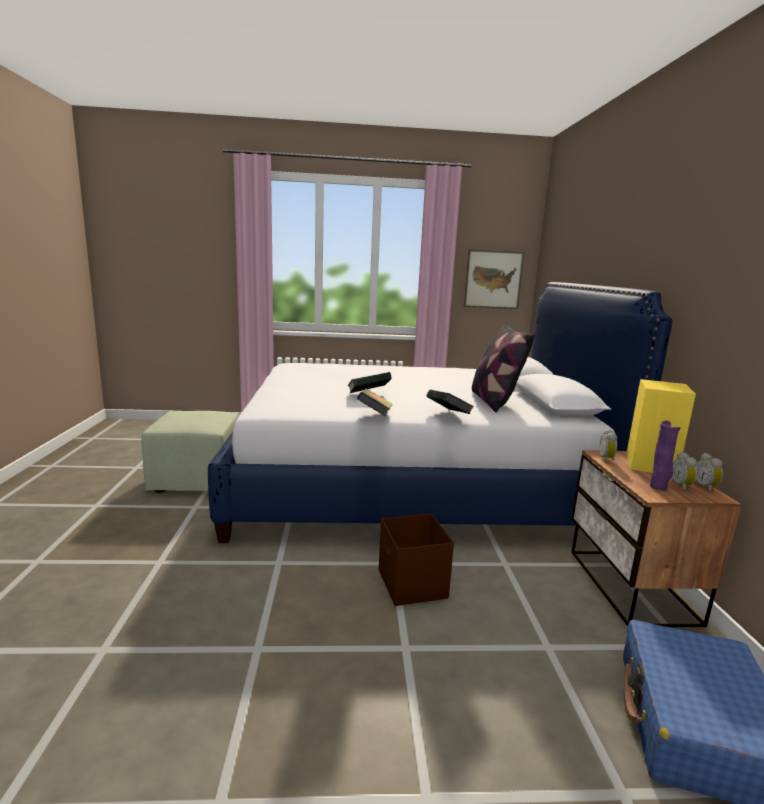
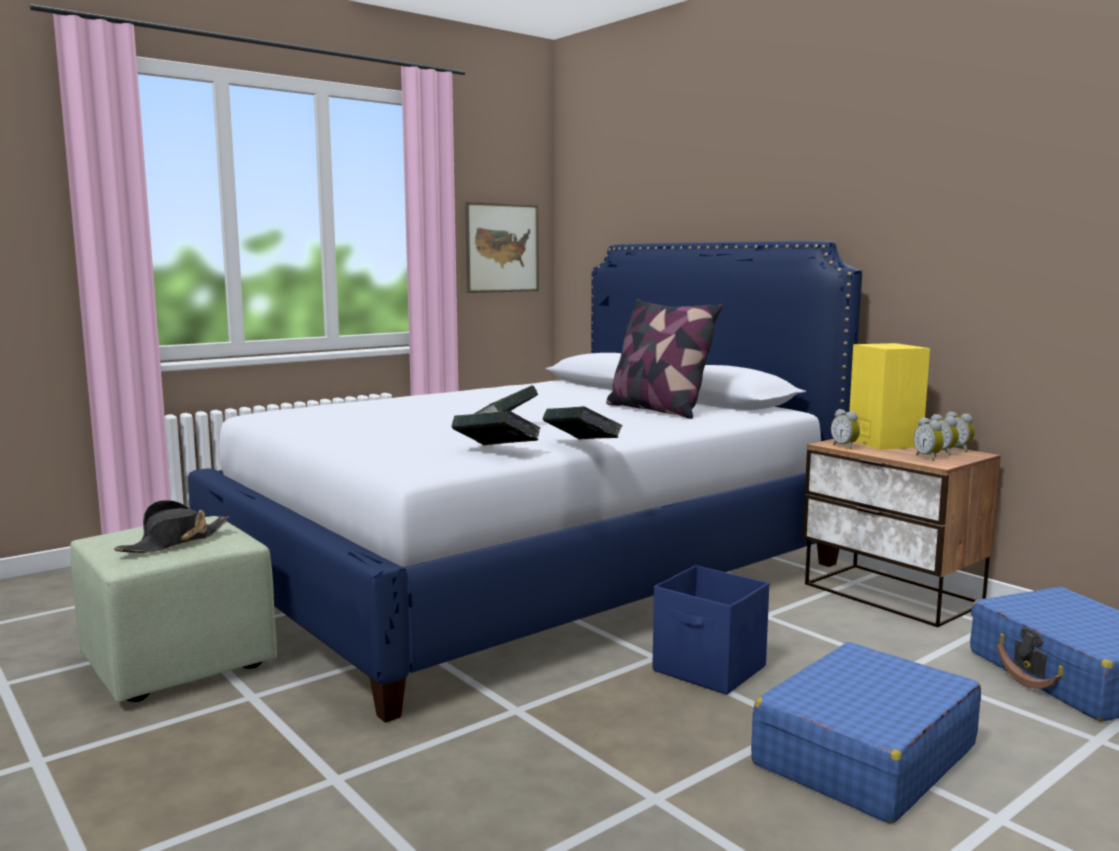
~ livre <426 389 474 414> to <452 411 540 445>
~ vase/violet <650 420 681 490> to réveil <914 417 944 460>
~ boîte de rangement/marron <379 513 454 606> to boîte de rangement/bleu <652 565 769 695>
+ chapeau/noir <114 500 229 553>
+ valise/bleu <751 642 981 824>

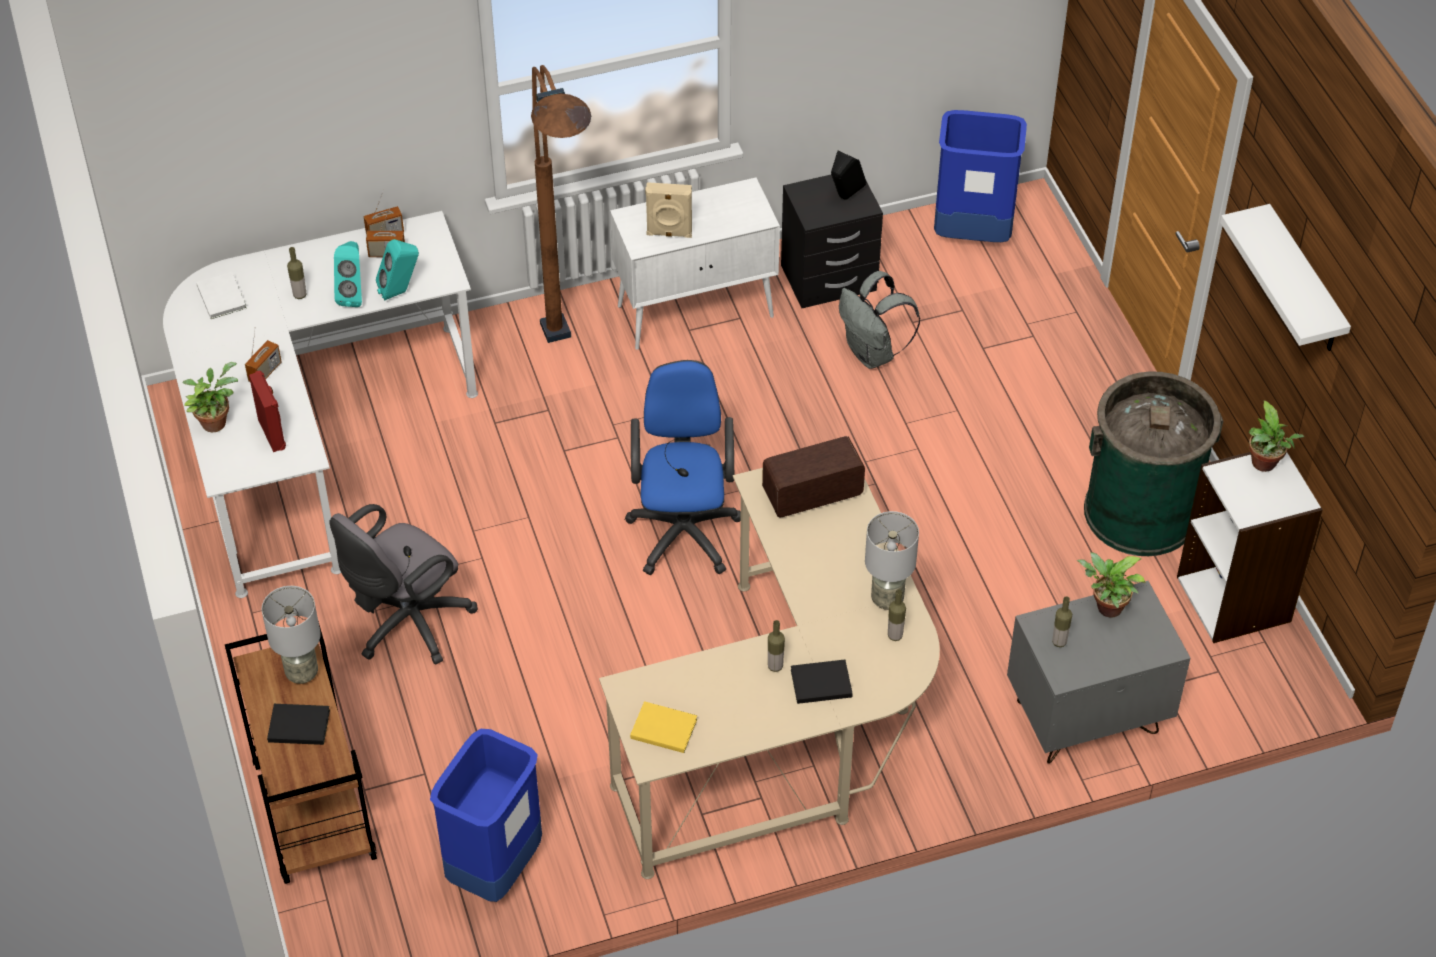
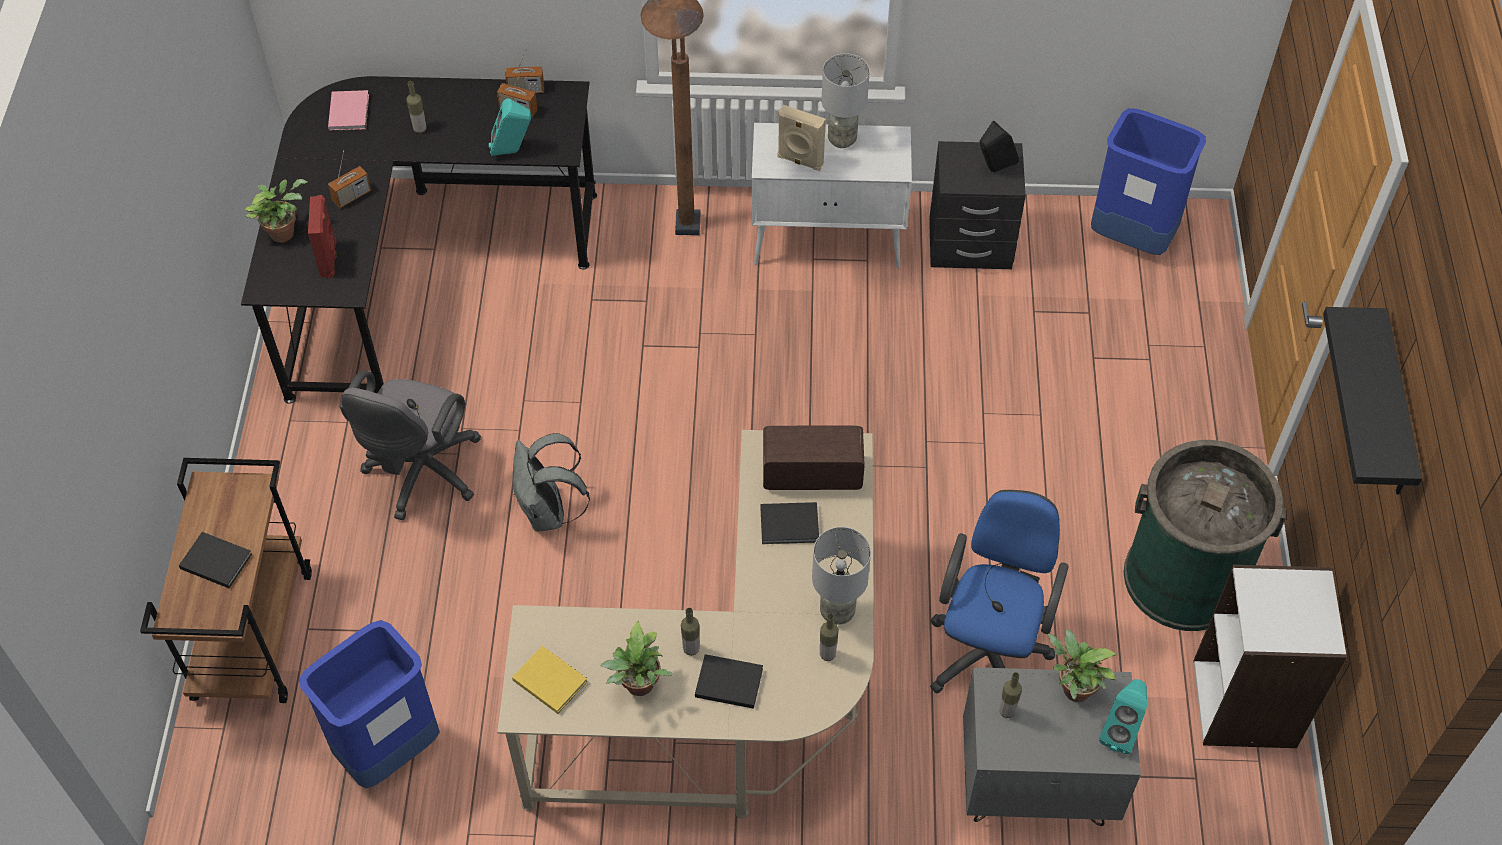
~ étagère/blanc <1220 204 1351 351> to étagère/noir <1323 307 1422 495>
~ bureau/blanc <163 211 478 598> to bureau/noir <241 76 597 404>
~ enceinte/turquoise <334 241 362 307> to <1099 679 1147 754>
~ sac à dos/gris <839 271 920 369> to <512 433 590 531>
~ livre/blanc <196 272 247 319> to livre/rose <328 90 369 131>
~ chaise de bureau/bleu <625 360 741 575> to <930 490 1069 693>
~ plante en pot <1249 400 1304 472> to <601 621 673 696>
~ chaise de bureau/gris <329 504 478 665> = <339 371 481 520> 45 degrees counterclockwise
~ lampe de table/gris <262 586 321 684> to <821 53 870 148>
+ livre/noir <760 502 819 544>

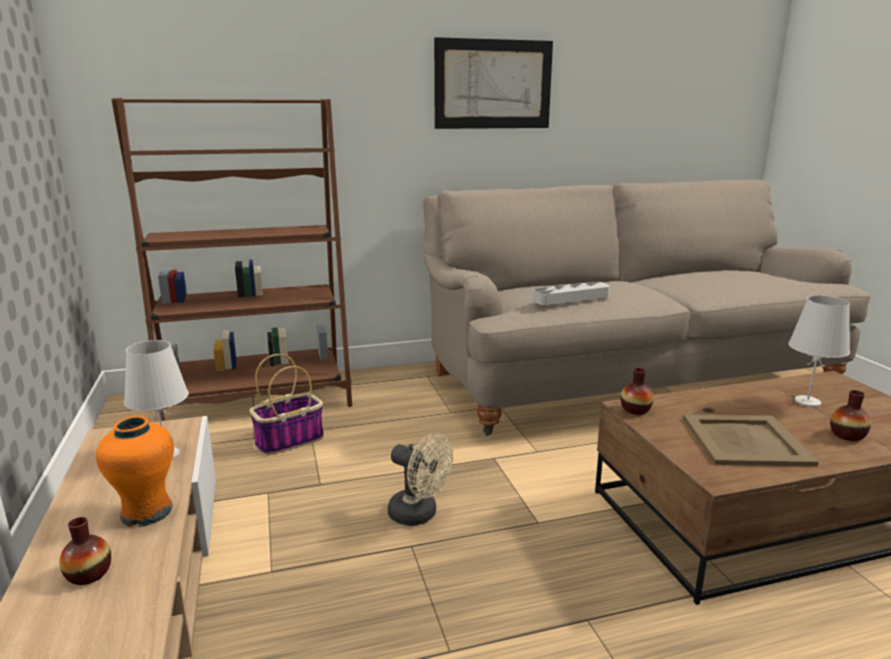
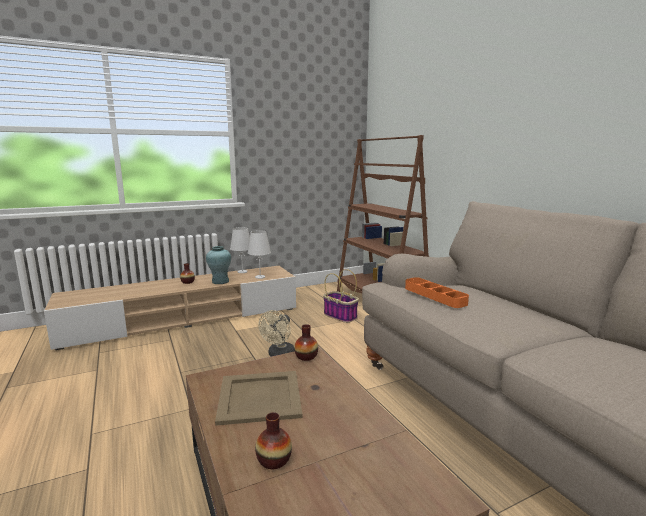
- tableau <434 37 553 129>
~ plateau/gris <532 282 610 305> to plateau/orange <405 277 469 308>
~ lampe de table/blanc <788 295 850 407> to <230 227 250 273>
~ vase/orange <96 416 174 527> to vase/turquoise <206 246 231 284>

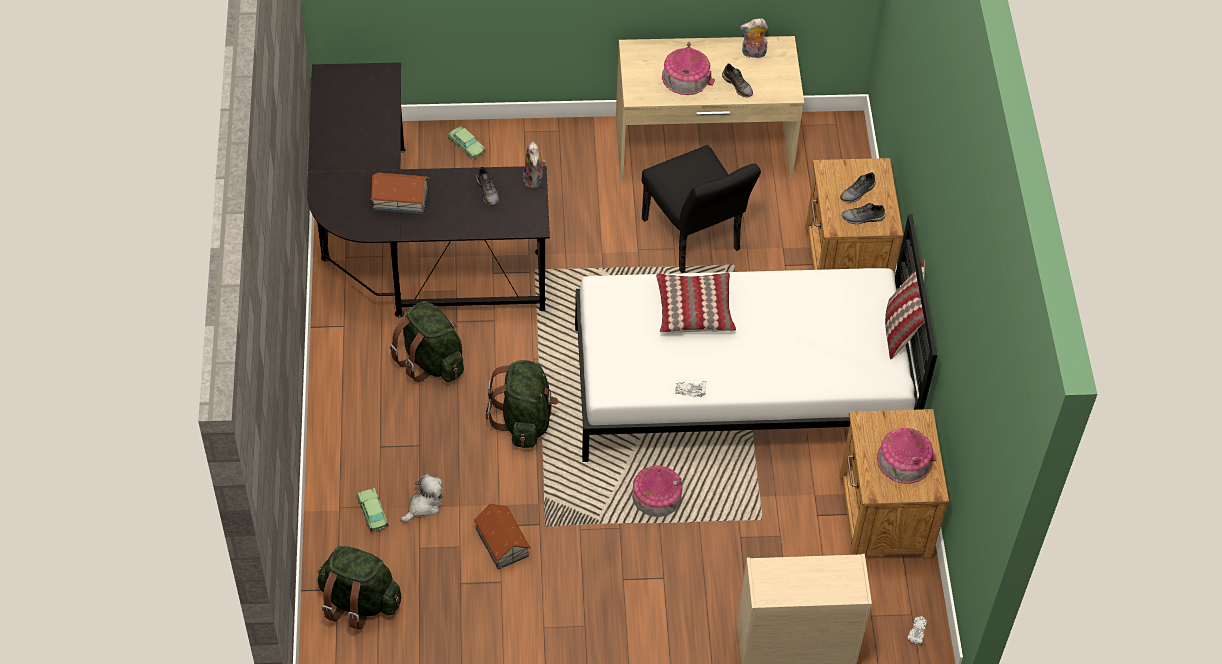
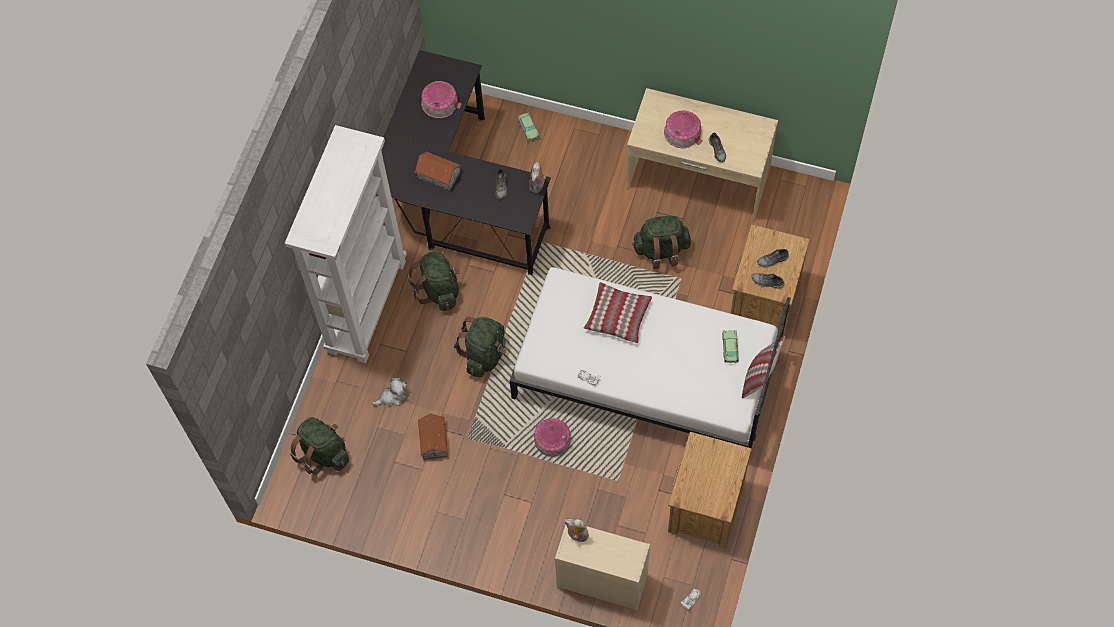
~ peluche <740 18 768 58> to <564 518 589 542>
~ chaise/noir <642 145 761 273> to sac à dos/vert <632 215 691 269>
~ maison miniature <877 428 937 484> to <421 81 462 118>
~ petite voiture <357 487 389 532> to <722 330 739 363>
+ bibliothèque/blanc <285 125 407 363>

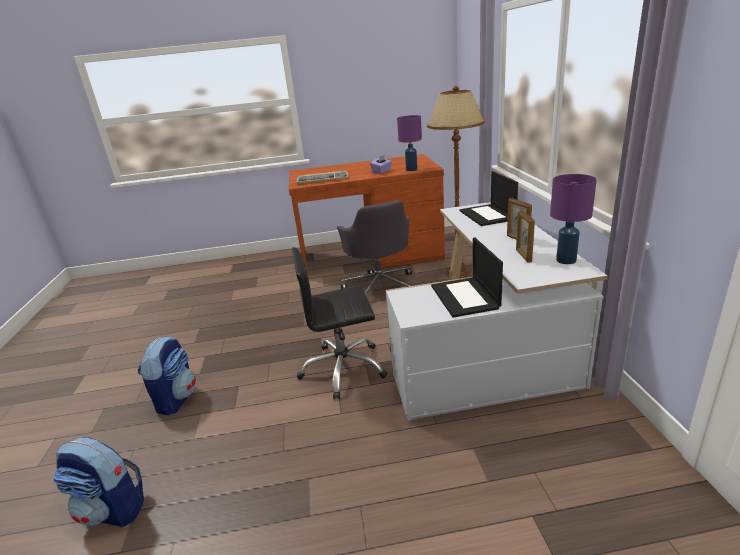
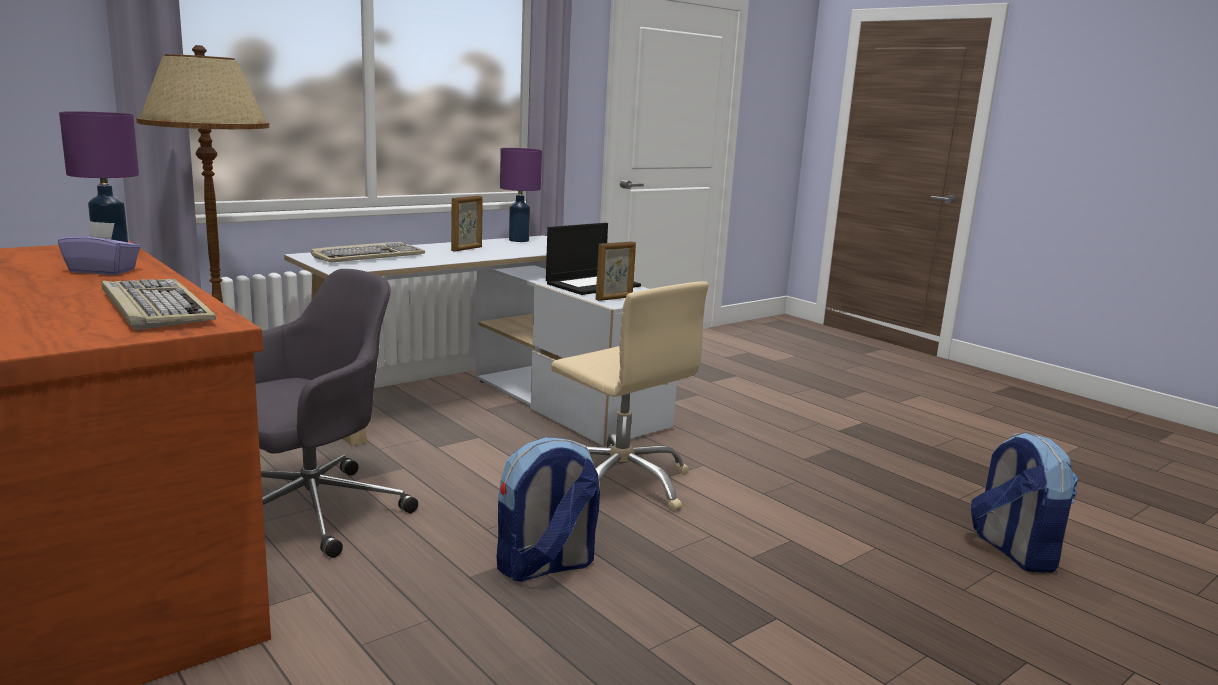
~ ordinateur portable <460 171 518 226> to clavier <311 242 425 263>
~ cadre photo <516 210 535 263> to <596 241 636 301>
~ chaise de bureau/noir <292 247 387 399> to chaise de bureau/beige <551 281 709 512>
~ sac à dos <138 336 196 416> to <496 437 600 582>

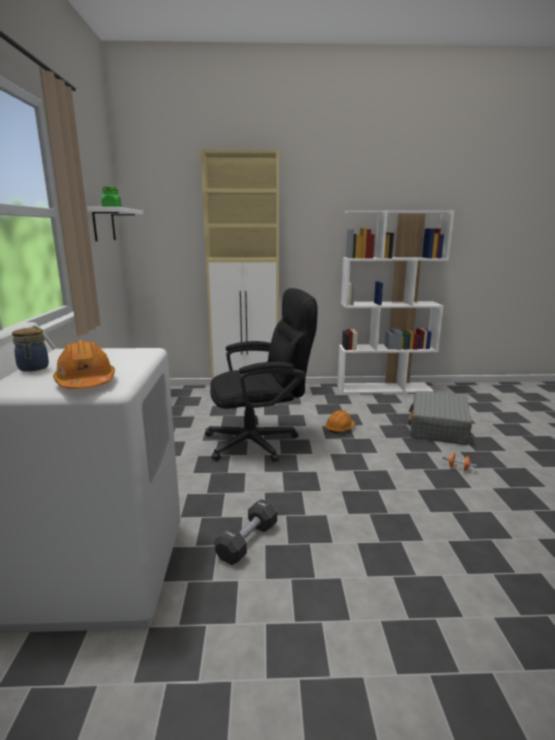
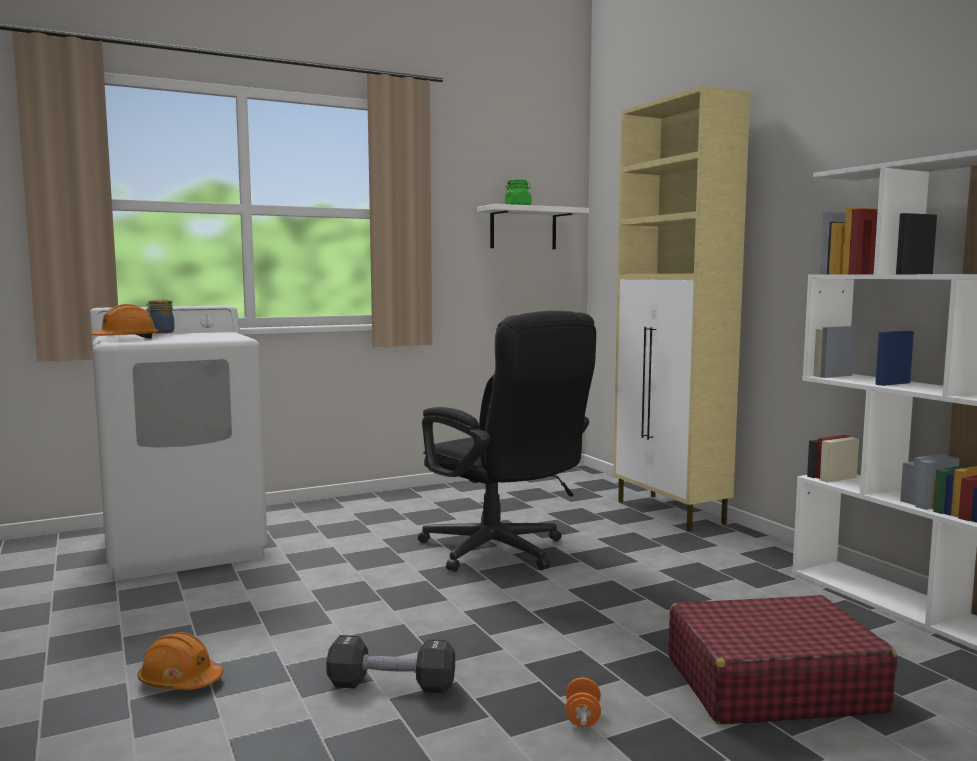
~ valise/gris <408 391 472 445> to valise/rouge <668 595 897 724>
~ casque de chantier/orange <325 410 355 433> to <138 632 223 690>
~ haltère/noir <214 499 277 565> to <326 635 455 693>

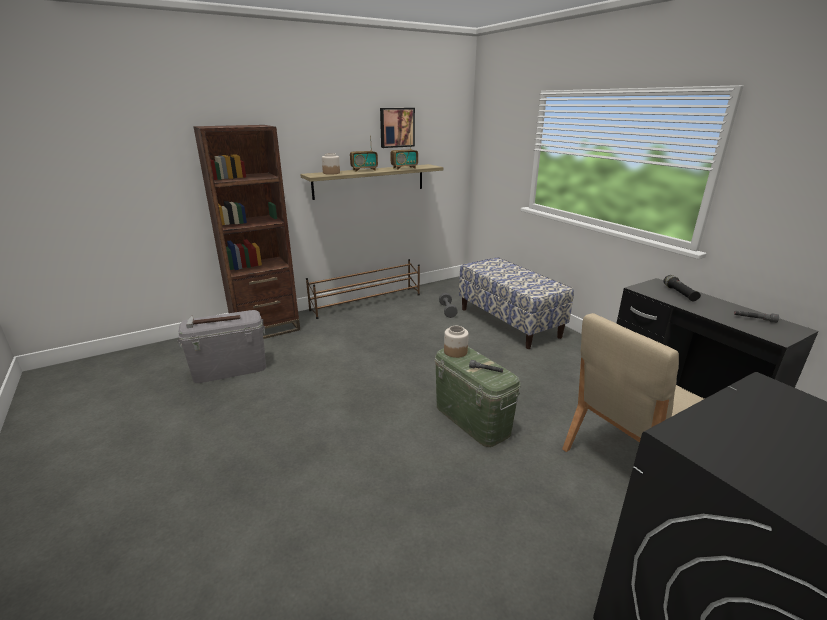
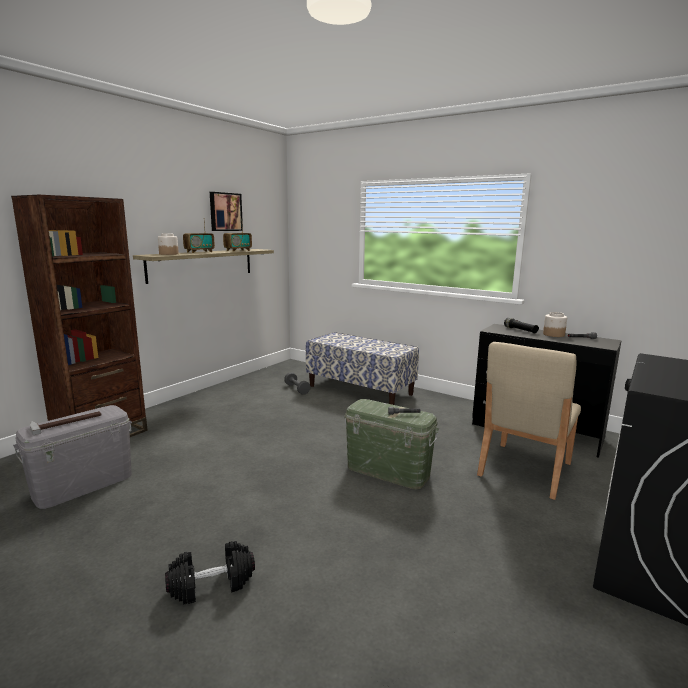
- étagère à chaussures/marron <306 259 420 319>
~ bocal <444 326 469 358> to <543 312 567 337>
+ haltère/noir <165 541 255 605>

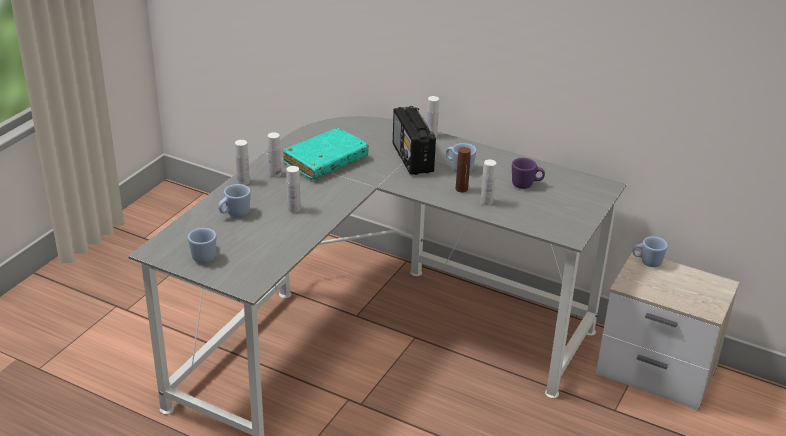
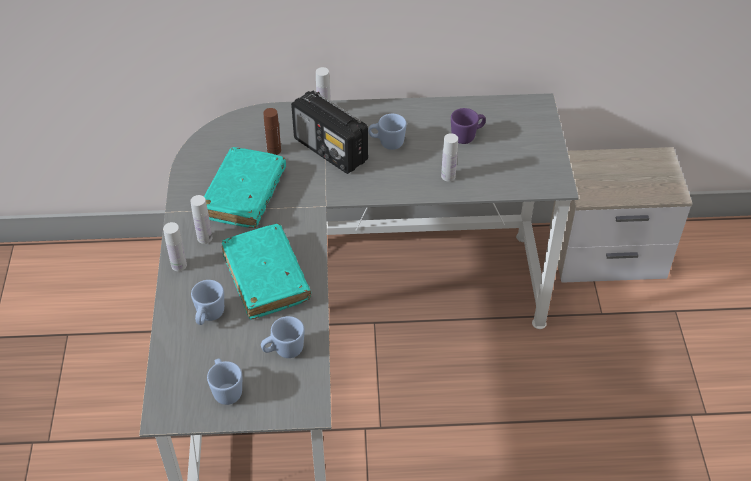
~ bouteille/marron <456 147 471 193> to <263 108 281 155>
~ bouteille/blanc <286 166 301 213> to livre/turquoise <222 224 311 319>
~ mug/bleu <633 237 668 267> to <261 316 305 358>

